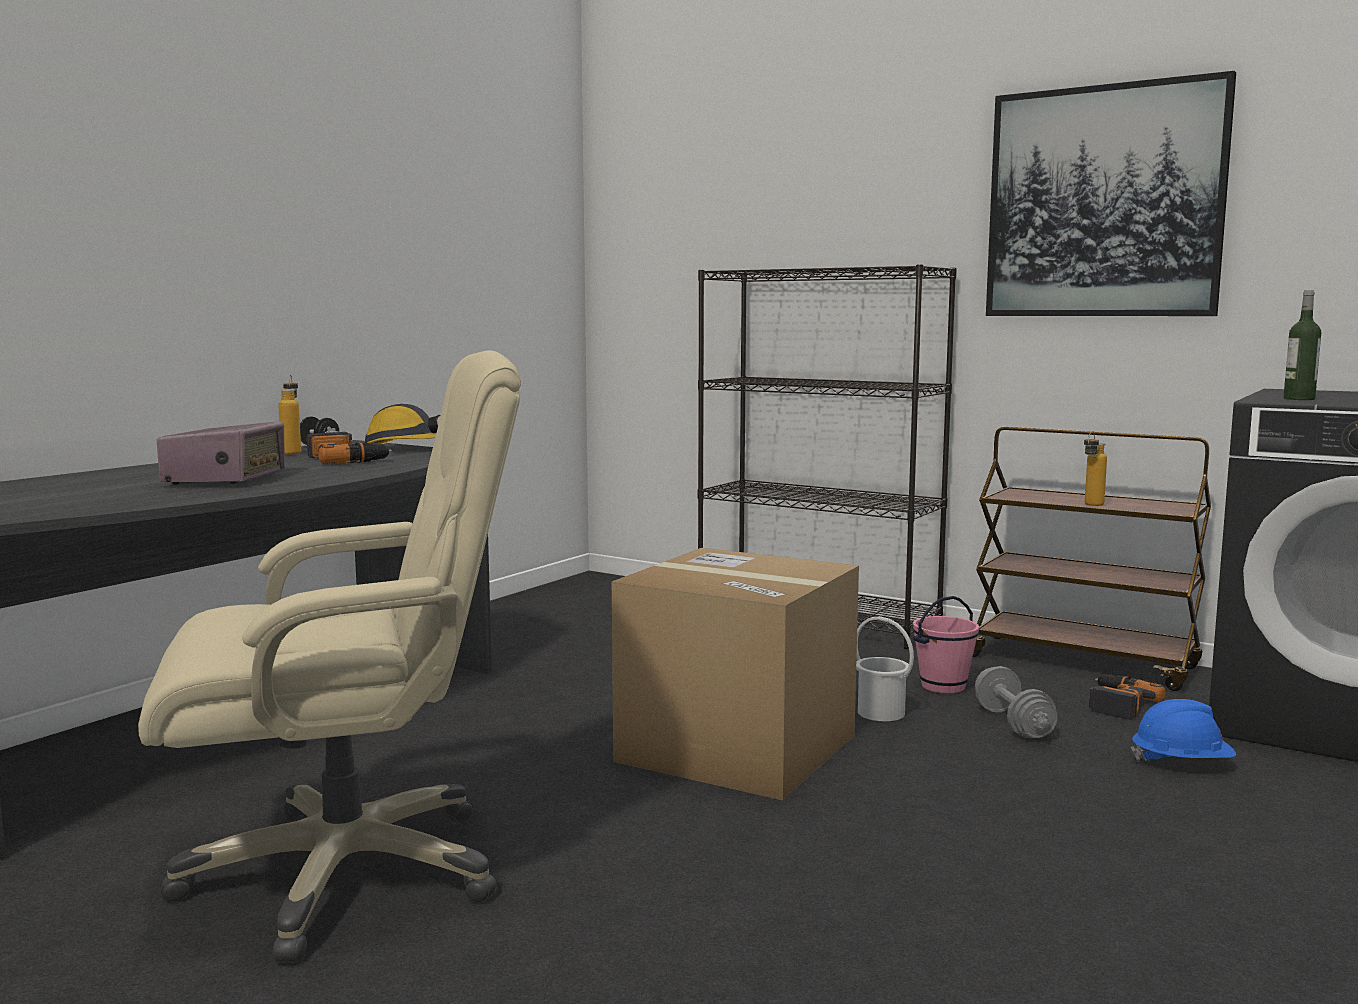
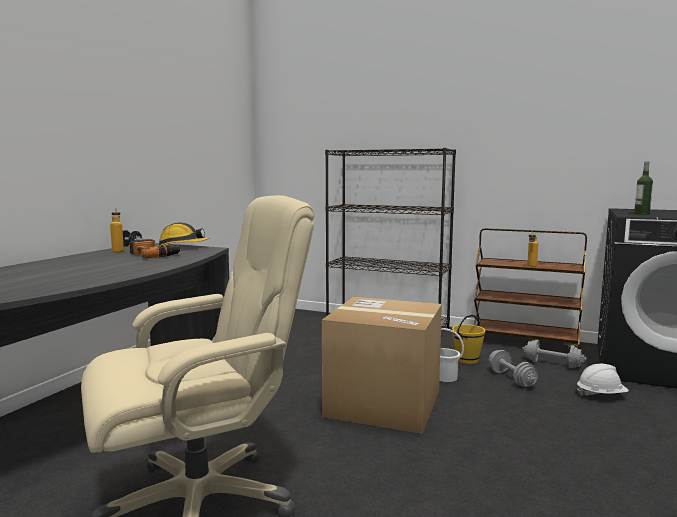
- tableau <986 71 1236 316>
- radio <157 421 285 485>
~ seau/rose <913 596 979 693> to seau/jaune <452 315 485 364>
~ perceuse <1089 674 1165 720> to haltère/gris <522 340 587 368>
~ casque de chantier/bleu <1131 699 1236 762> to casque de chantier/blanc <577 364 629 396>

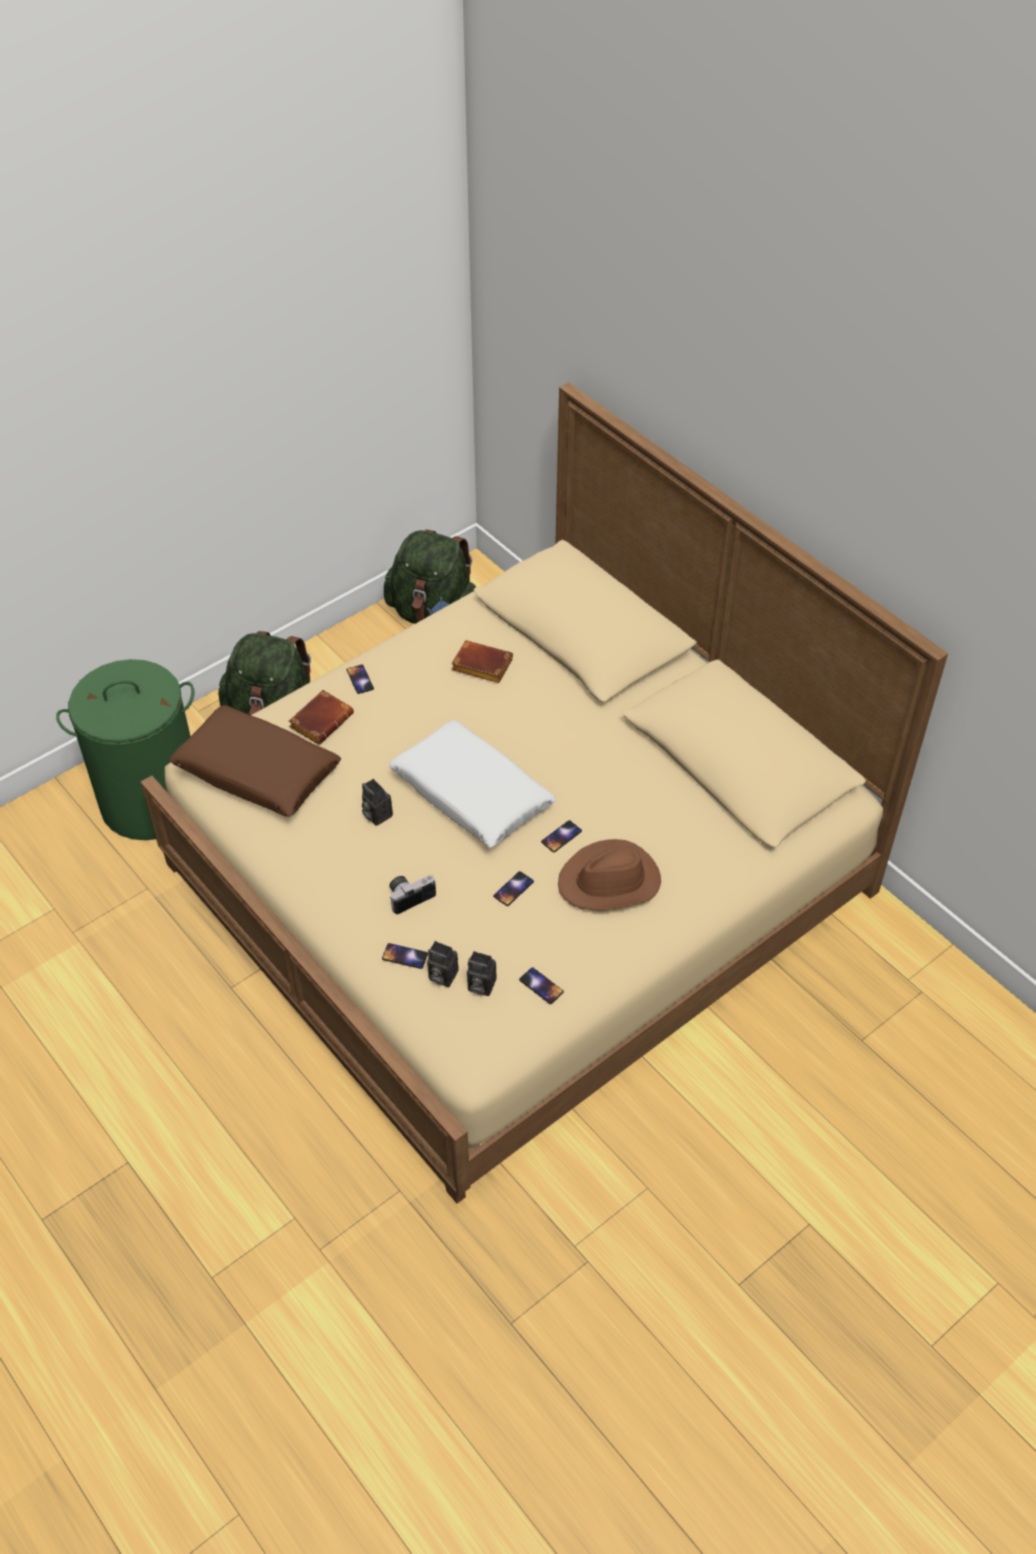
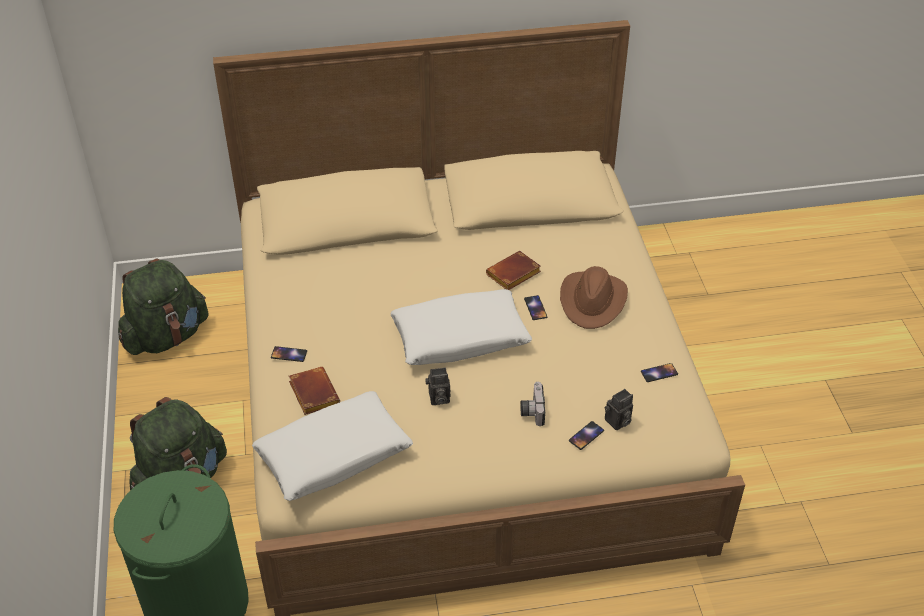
~ livre/marron <451 640 513 683> to <486 251 541 290>
~ coussin/marron <169 705 341 817> to coussin/blanc <252 391 413 501>
- téléphone <493 871 534 906>
- appareil photo <467 951 497 996>

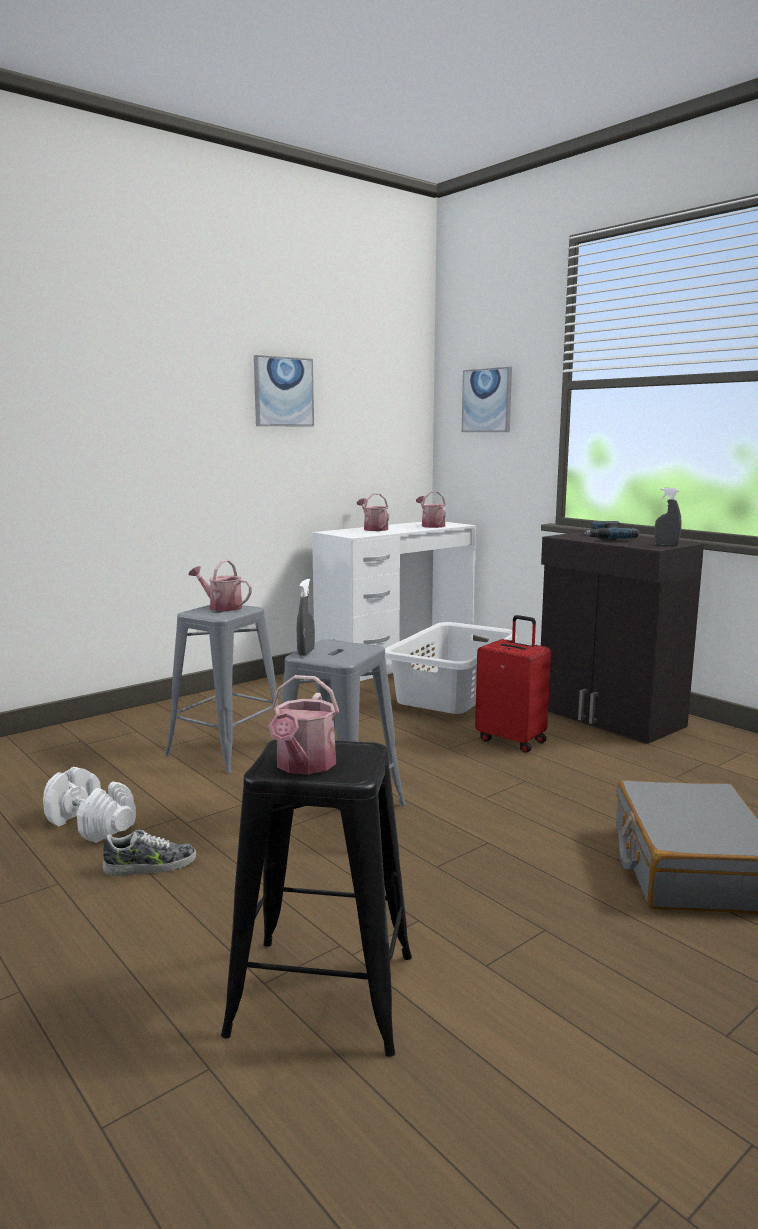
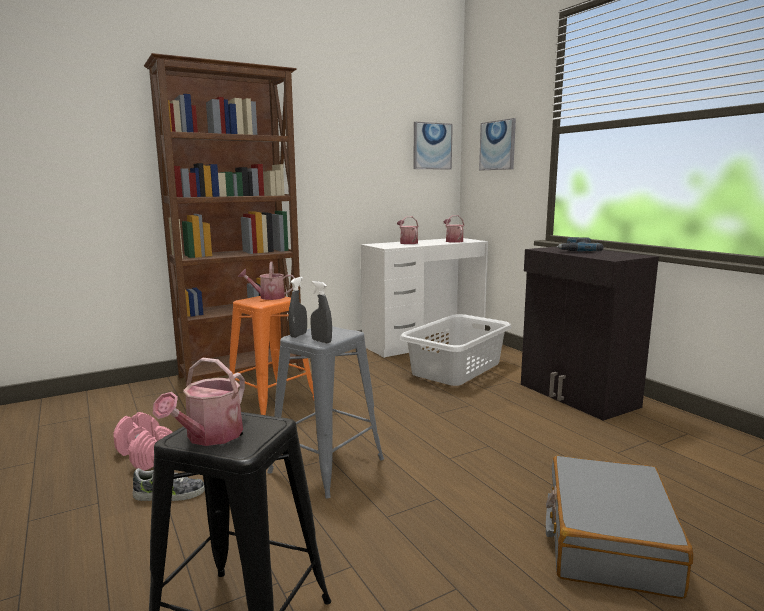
~ tableau <254 355 314 426> to <413 122 453 170>
~ vaporisateur/gris <654 488 682 546> to <310 281 332 343>
~ arrosoir <188 560 252 611> = <238 262 295 300> 45 degrees counterclockwise
~ tabouret/gris <165 605 279 773> to tabouret/orange <229 296 314 415>
- valise/rouge <475 615 551 753>
~ haltère/blanc <43 767 136 843> to haltère/rose <113 412 173 471>
+ bibliothèque/marron <144 53 304 387>

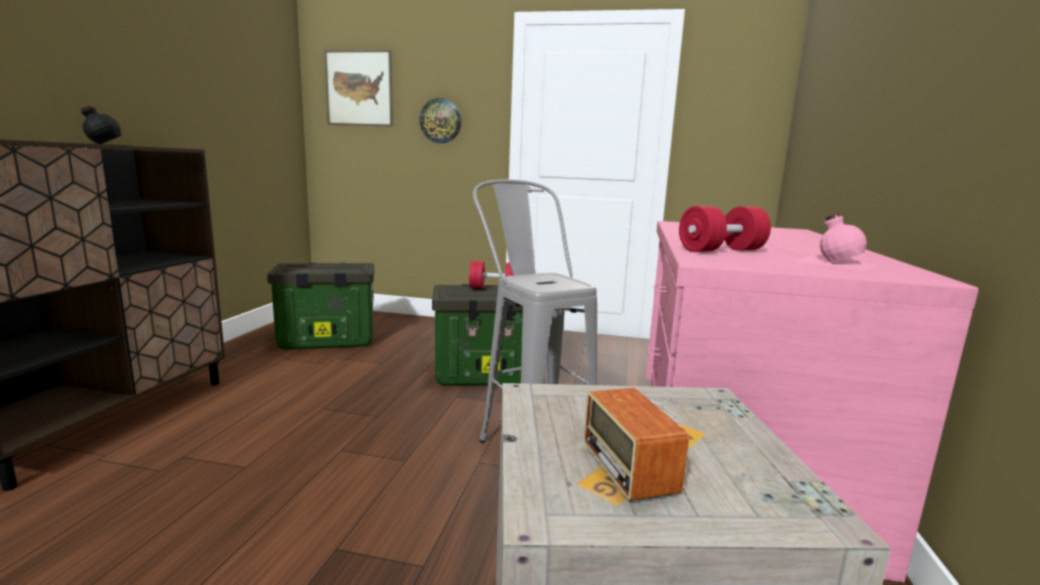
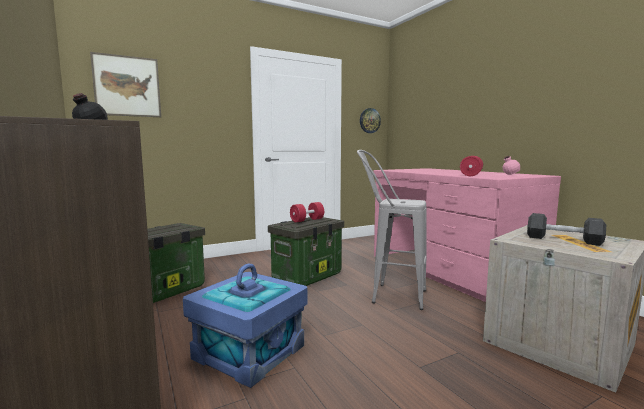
~ horloge murale <419 98 461 143> to <360 108 381 133>
~ radio <584 388 689 501> to haltère/noir <527 213 606 246>
+ boîte de rangement/bleu <183 264 307 388>

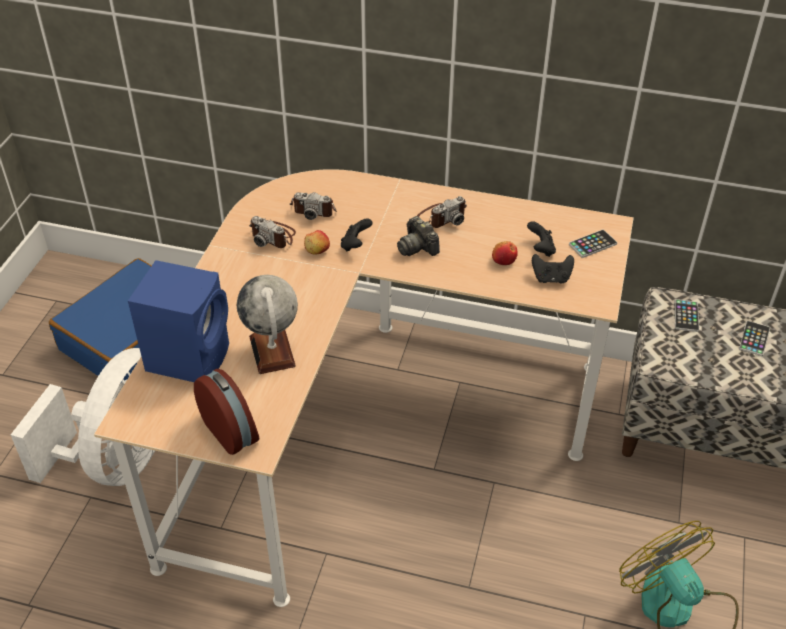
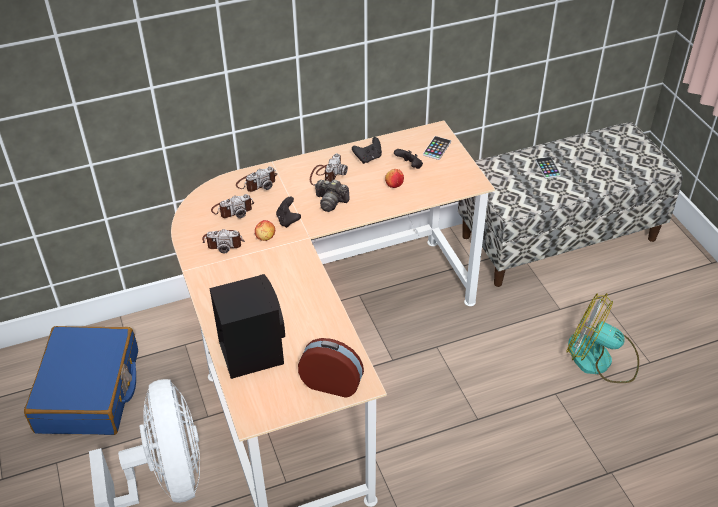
~ manette/noir <532 254 574 284> to <352 137 382 164>
~ enceinte/bleu <128 260 229 382> to enceinte/noir <210 274 285 379>
- globe <237 275 298 374>
- téléphone <674 299 699 332>
+ appareil photo <236 166 277 192>

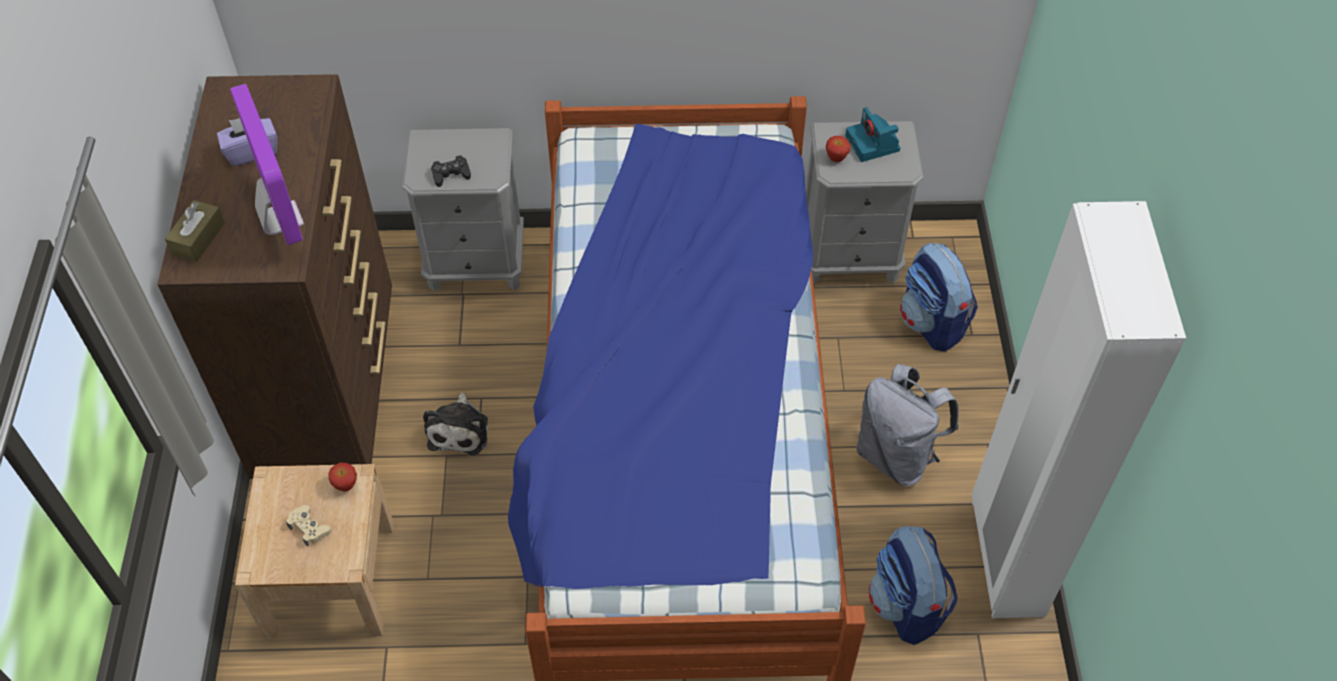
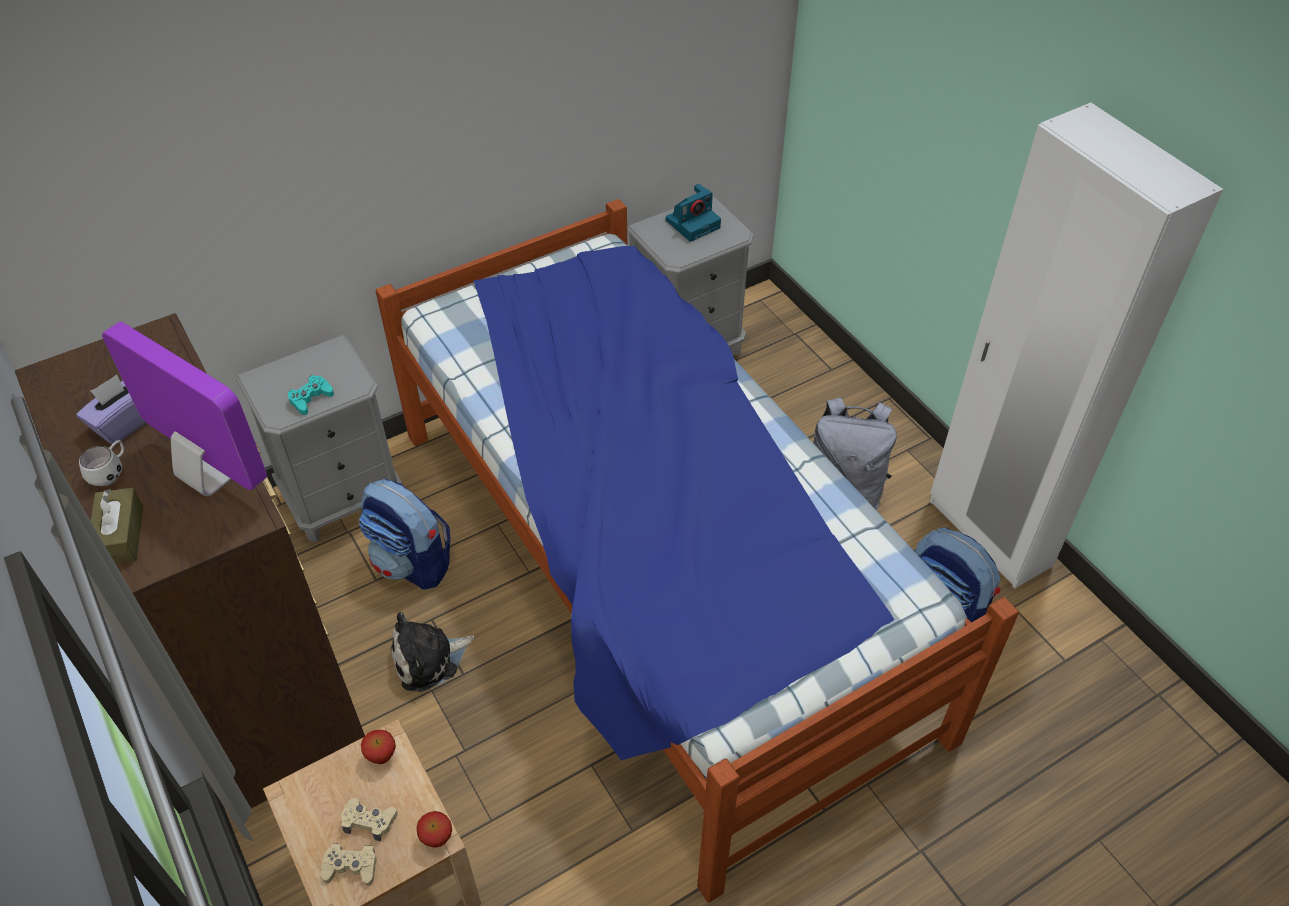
~ appareil photo <845 107 900 162> = <666 184 721 242> 75 degrees counterclockwise
~ pomme <826 136 851 162> to <417 811 452 848>
~ manette/noir <431 155 471 187> to manette/turquoise <288 375 334 415>
~ sac à dos <900 242 978 352> to <359 479 451 590>
~ peluche <423 392 488 455> = <391 612 475 692> 90 degrees clockwise
+ mug/blanc <79 440 124 486>
+ manette/beige <321 843 377 886>

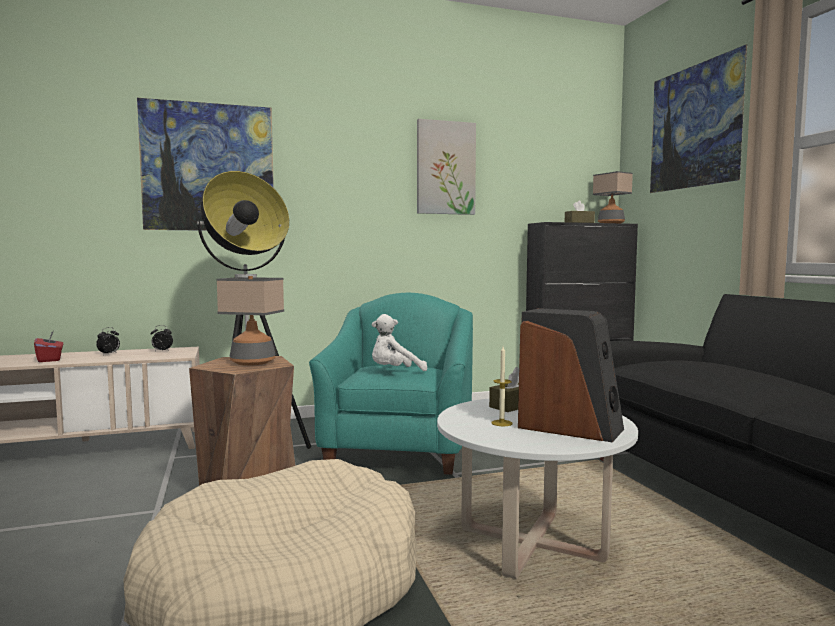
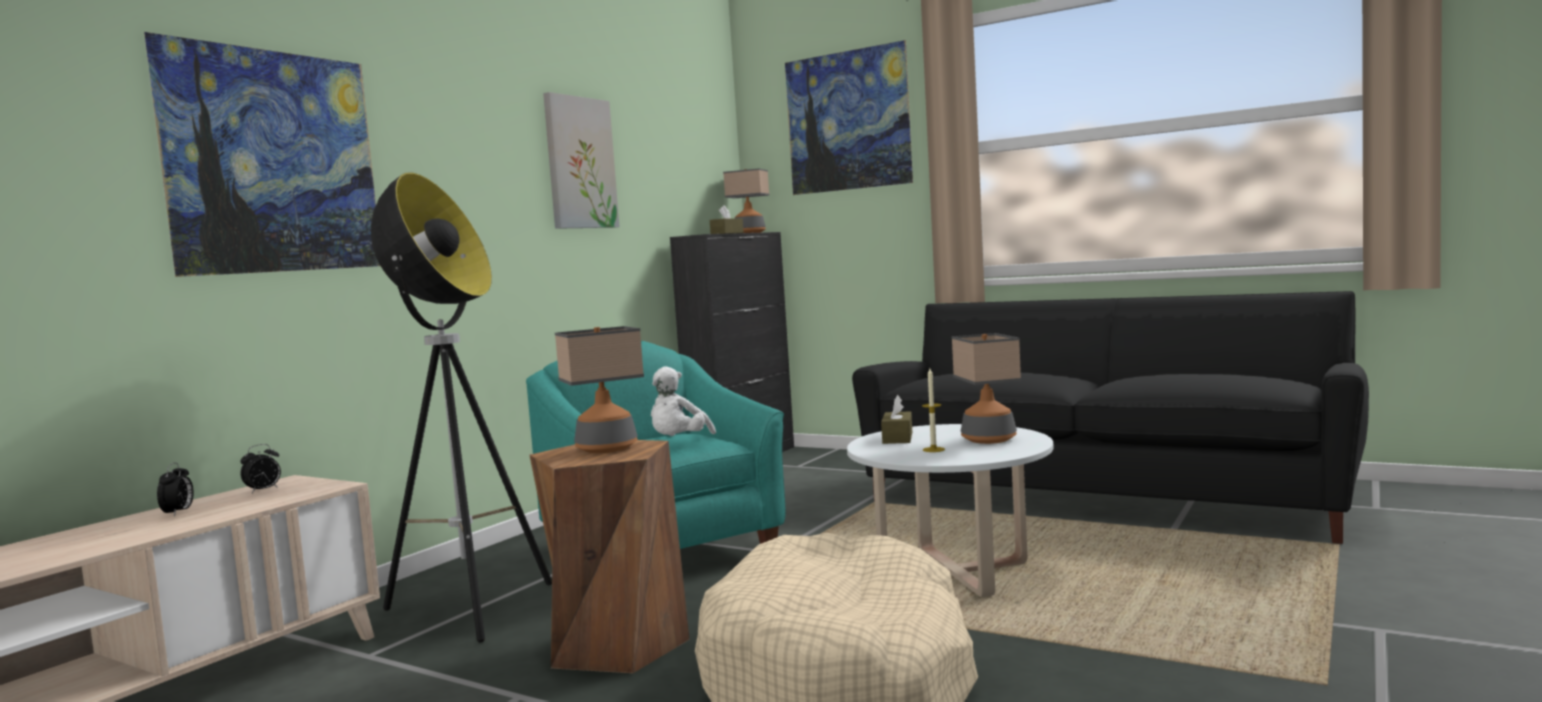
~ enceinte <518 308 624 442> to lampe de table <951 333 1021 444>
- boîte à mouchoirs/rouge <34 331 63 362>

